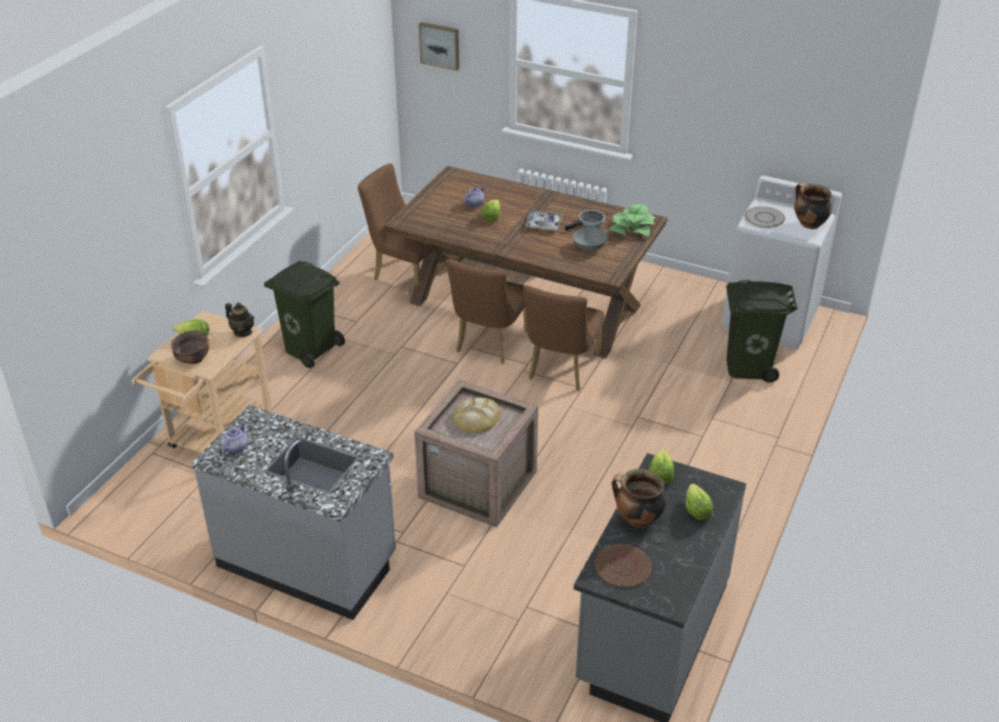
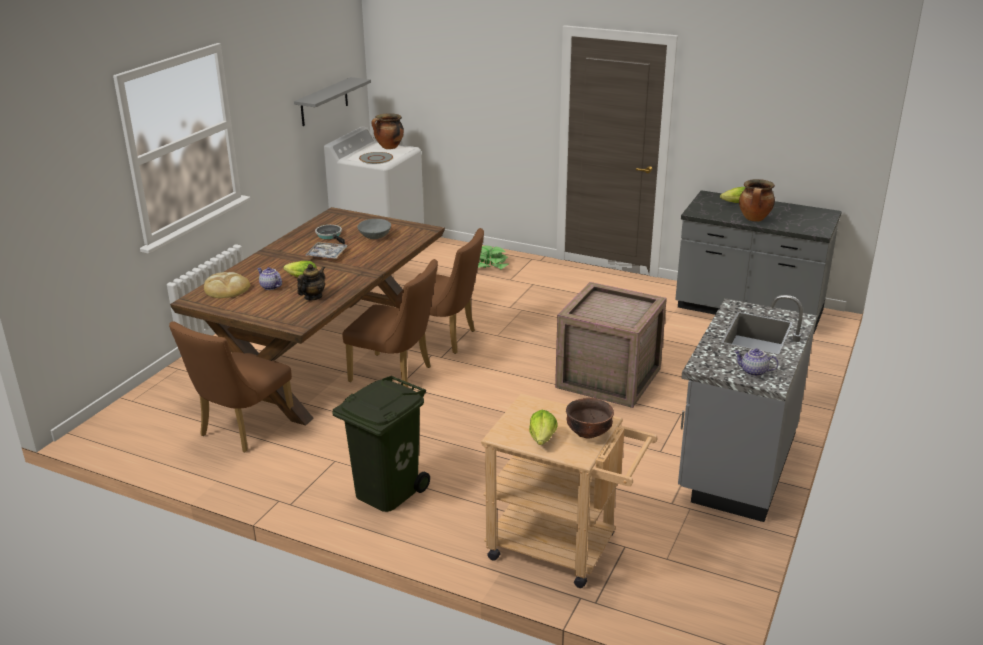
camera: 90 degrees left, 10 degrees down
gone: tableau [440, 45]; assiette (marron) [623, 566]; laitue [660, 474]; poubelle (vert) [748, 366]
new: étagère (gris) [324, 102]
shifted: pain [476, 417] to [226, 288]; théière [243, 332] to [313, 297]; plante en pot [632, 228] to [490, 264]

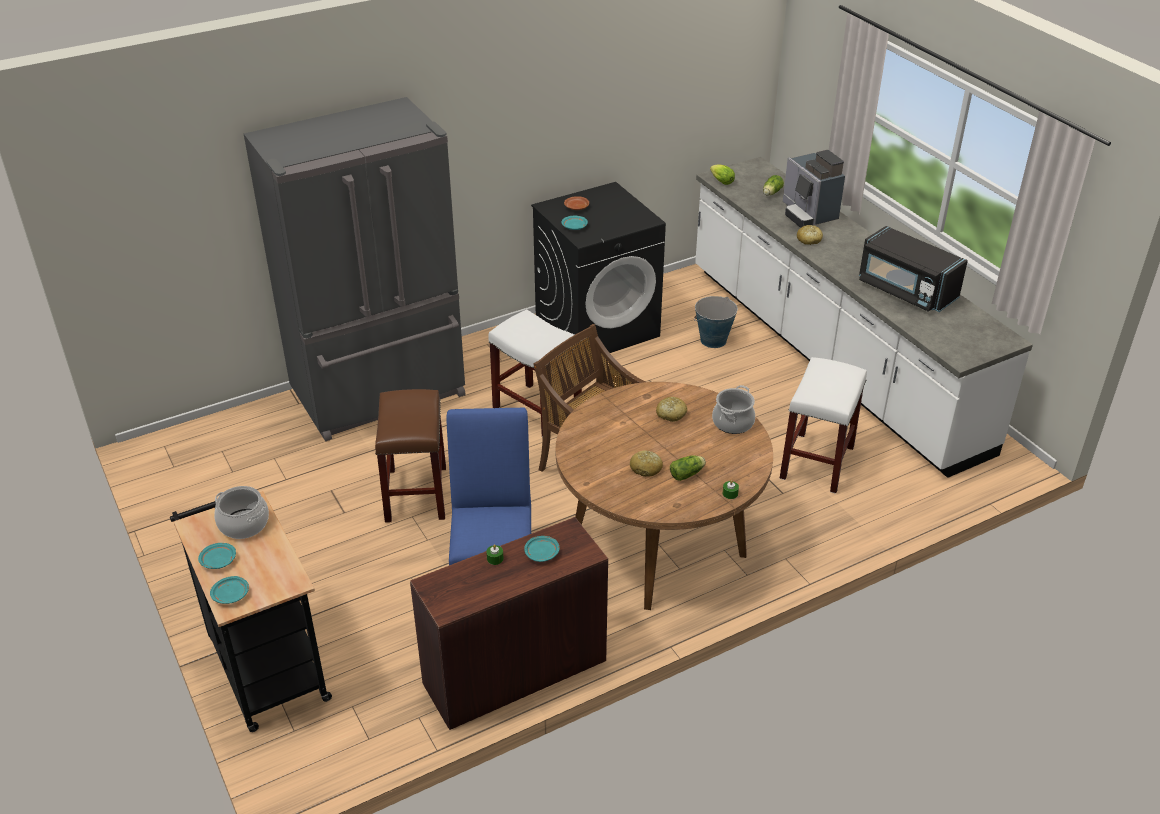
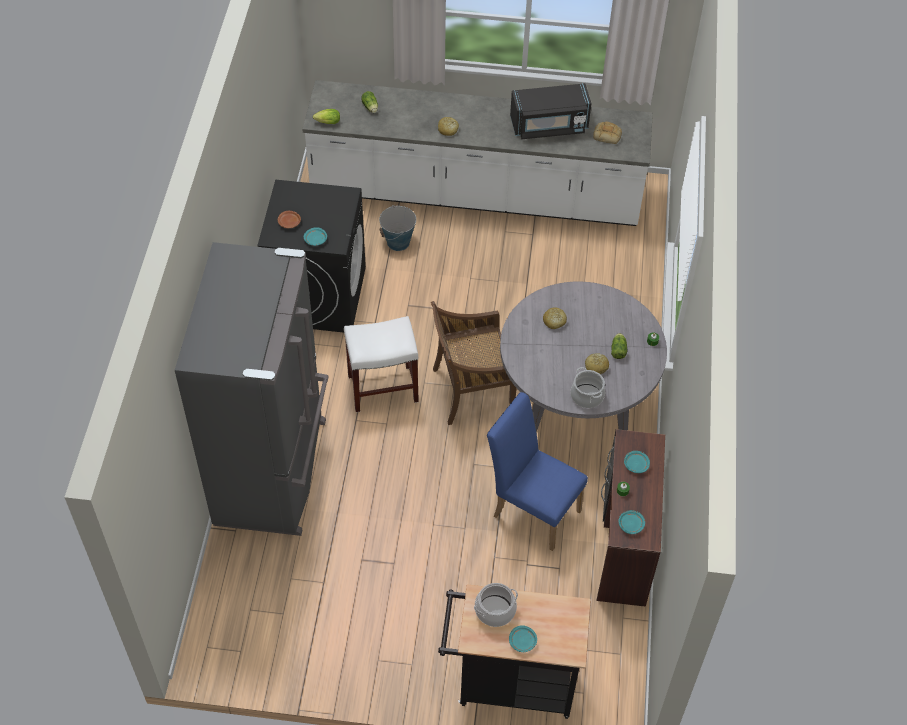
camera: 55 degrees left, 15 degrees up
gone: tabouret (marron) [415, 493]; tabouret (blanc) [817, 463]; machine à café [808, 214]
new: pain [607, 135]
shifted: marmite [733, 423] to [587, 396]; assiette (turquoise) [231, 595] to [631, 524]
repainted: table à manger (marron) [658, 544] to table à manger (gris) [574, 405]

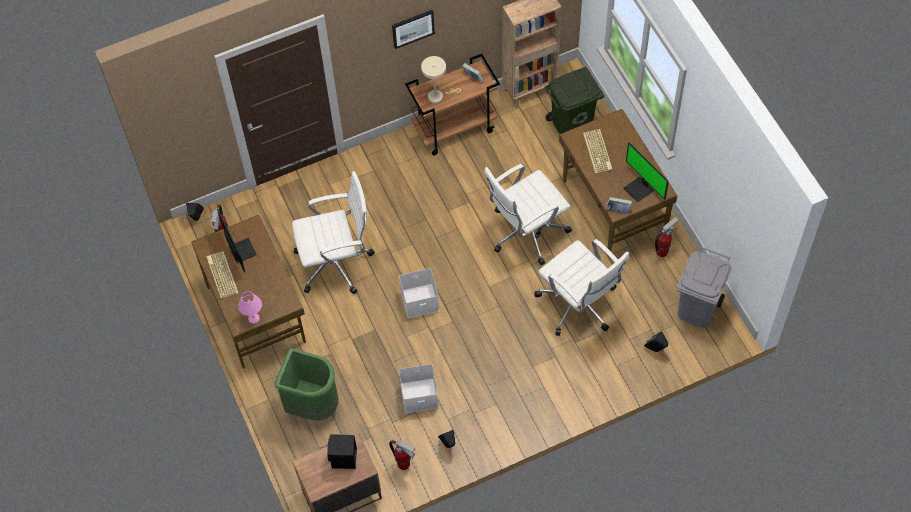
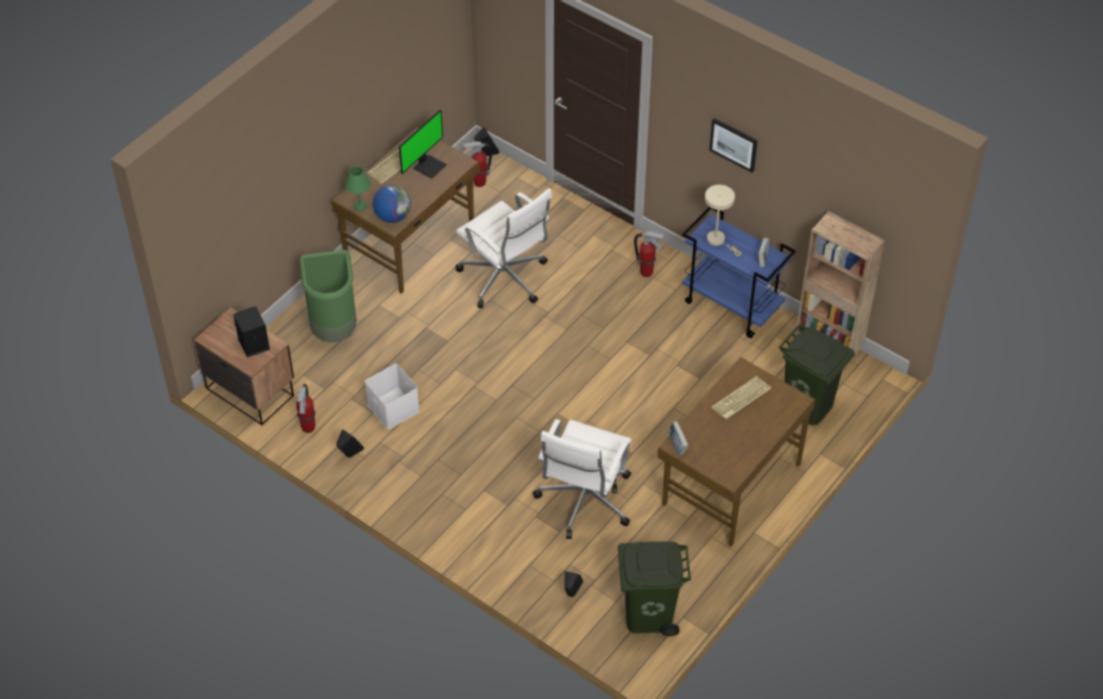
camera: 60 degrees right, 10 degrees down
gone: boîte de rangement (blanc) [419, 301]; chaise de bureau (blanc) [526, 232]; écran d'ordinateur [640, 189]
new: globe [393, 216]
shifted: extincteur [662, 252] to [647, 273]
repainted: lampe de table (rose) [254, 318] to lampe de table (vert) [360, 206]; poubelle (gris) [696, 309] to poubelle (vert) [648, 614]; chariot (marron) [454, 128] to chariot (bleu) [732, 305]

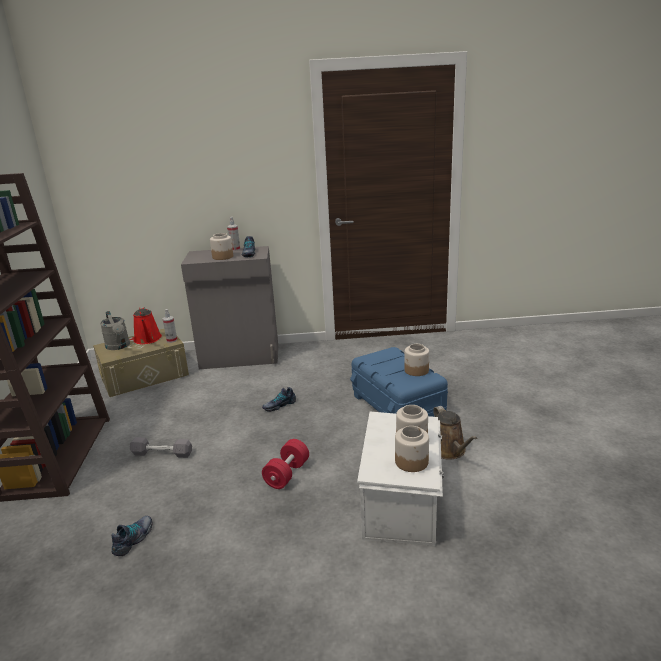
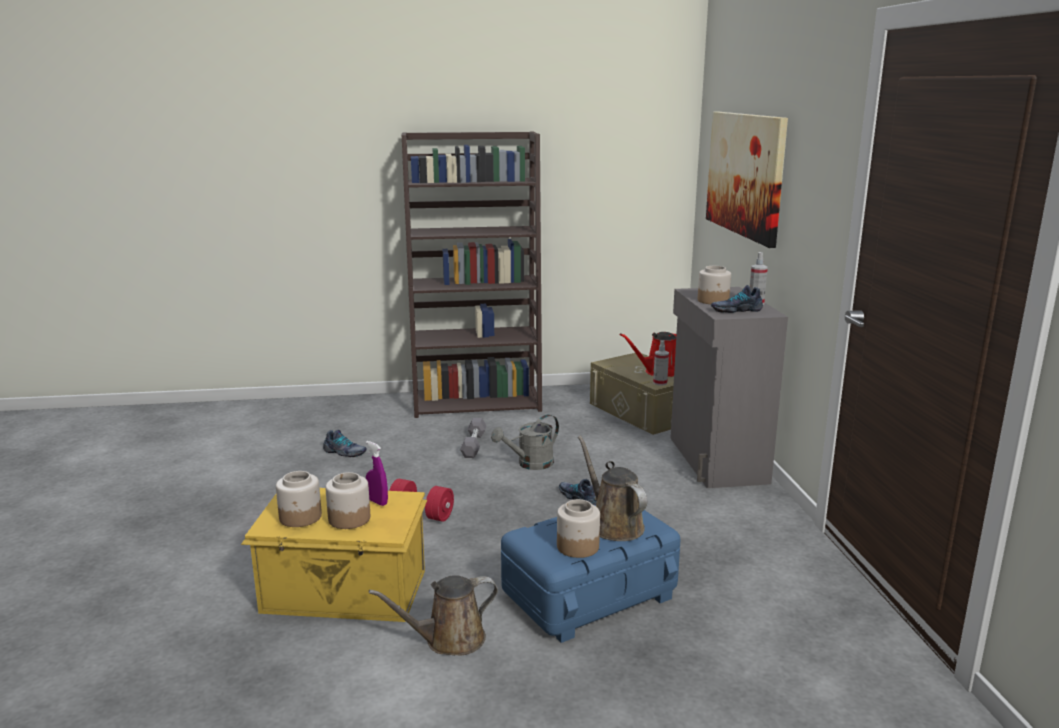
camera: 85 degrees right, 5 degrees down
new: vaporisateur (violet) [377, 502]; arrosoir (marron) [613, 524]; tableau [745, 174]
shifted: arrosoir (gris) [119, 346] to [530, 464]
repainted: boîte de rangement (blanc) [402, 501] to boîte de rangement (jaune) [345, 592]

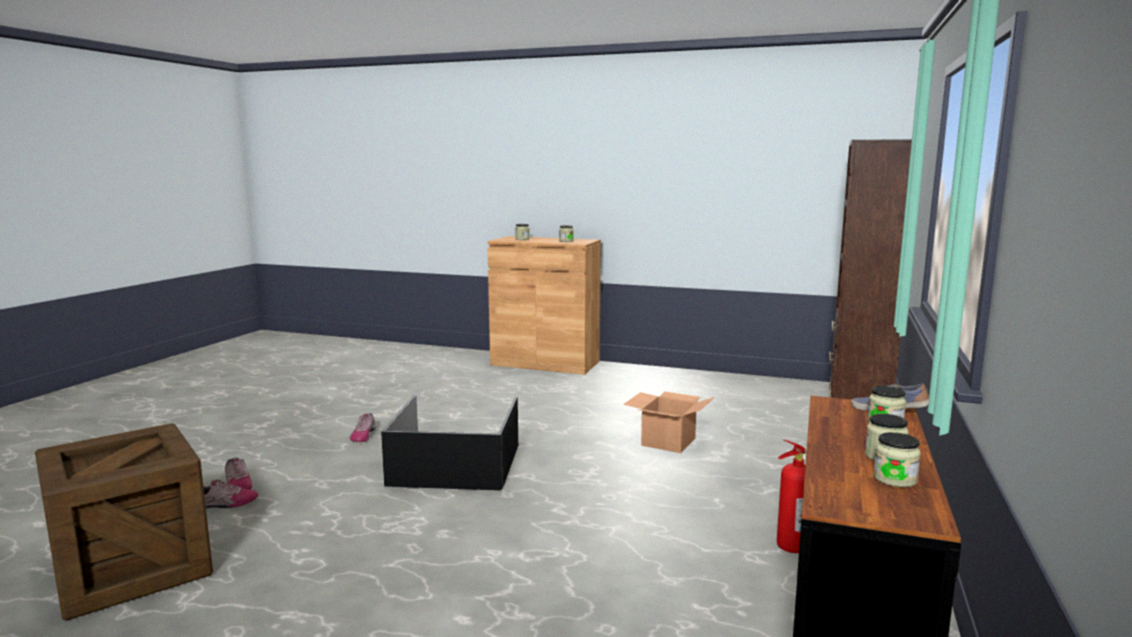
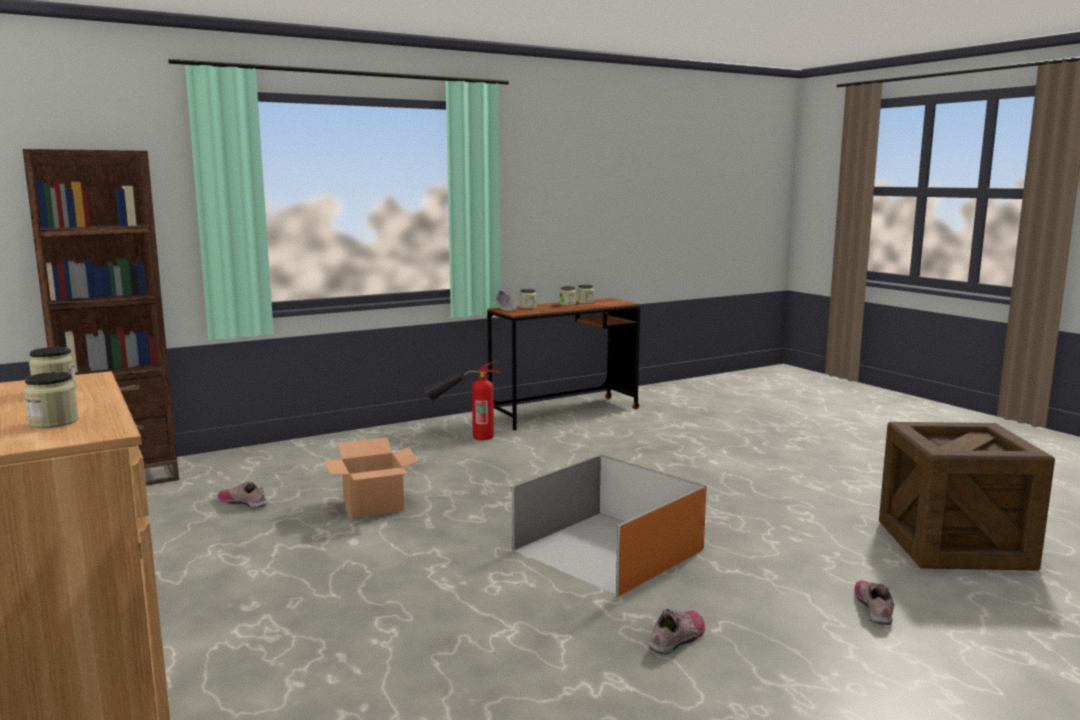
camera: 140 degrees left, 0 degrees up
shifted: chaussure [225, 504] to [243, 502]
repainted: boîte de rangement (noir) [457, 465] to boîte de rangement (orange) [606, 549]

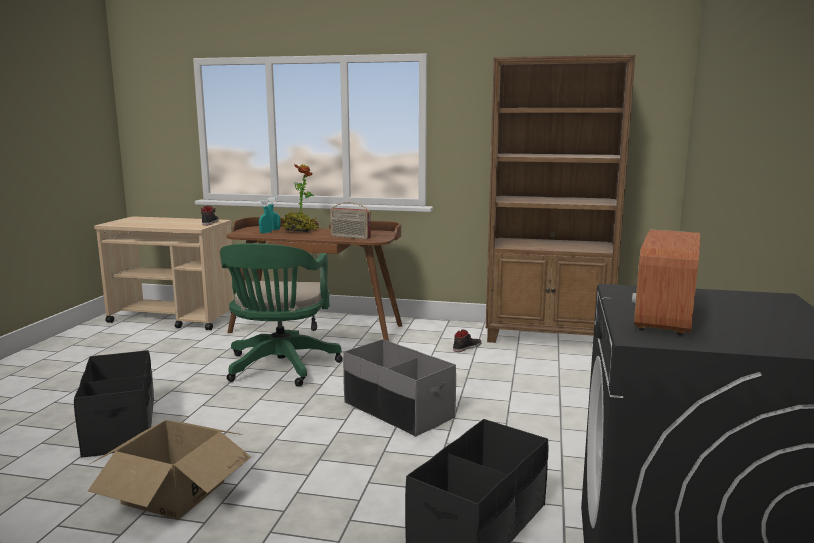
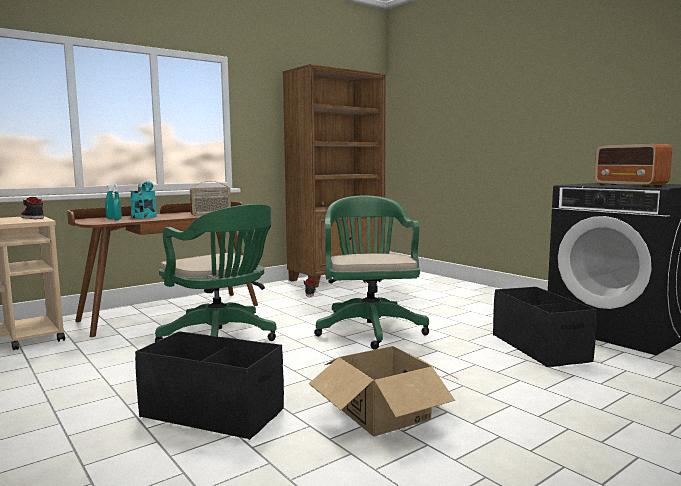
camera: 50 degrees left, 5 degrees down
swapped: plante en pot [299, 231] to arrosoir (turquoise) [144, 216]; boîte de rangement (gris) [397, 410] to chaise de bureau (vert) [369, 328]

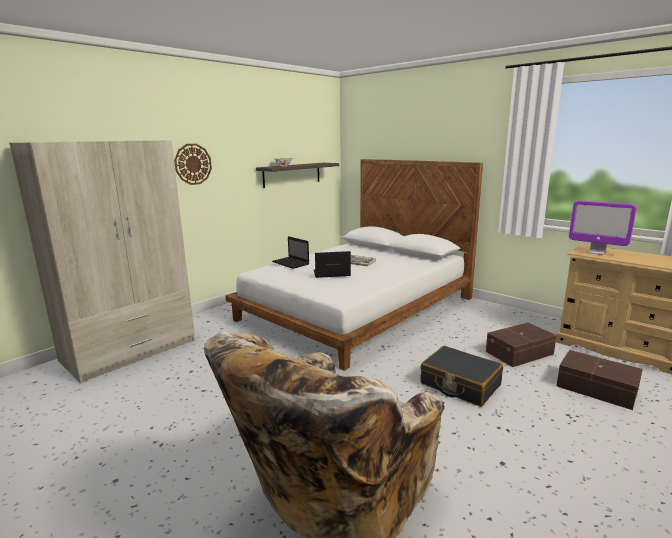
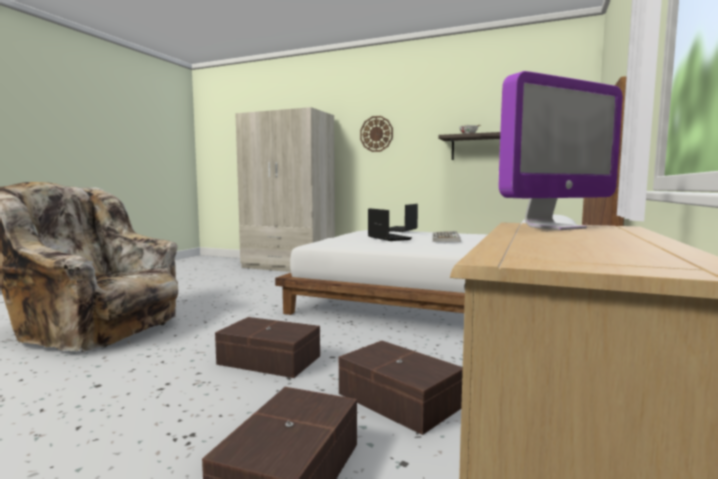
camera: 70 degrees right, 10 degrees down
swapped: valise (noir) [460, 384] to boîte de rangement (marron) [269, 361]
rotated: écran d'ordinateur [596, 252] = [554, 227] 135 degrees counterclockwise

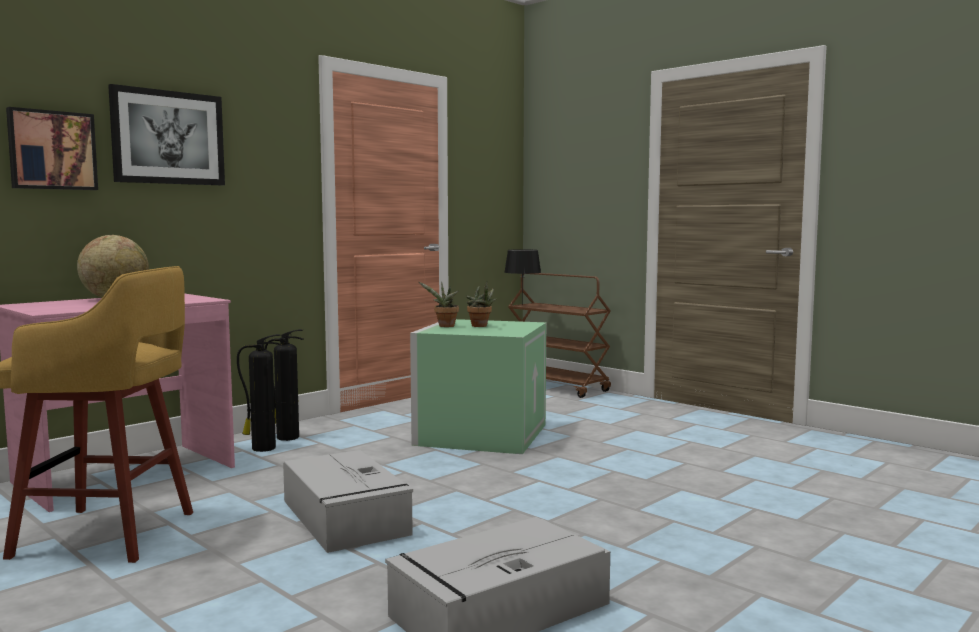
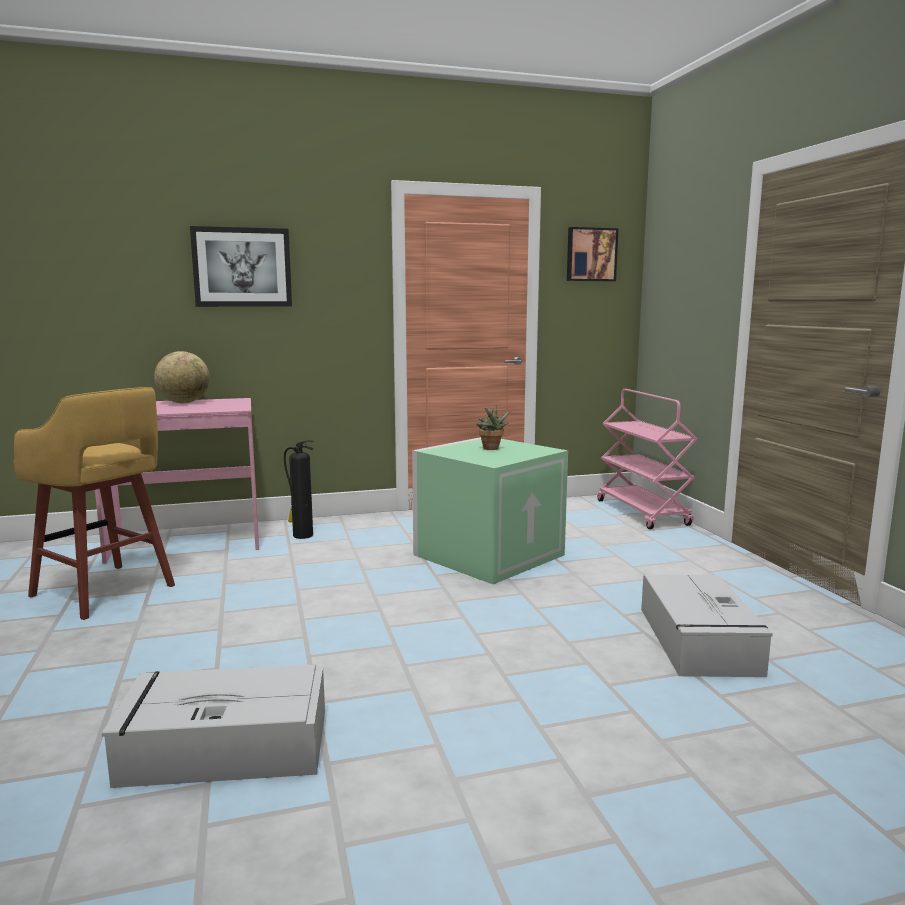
camera: 30 degrees right, 5 degrees up
gone: extincteur [286, 437]; plante en pot [444, 326]; lampe de table (noir) [522, 305]
shifted: tableau [52, 150] to [591, 254]; boîte de rangement (gris) [345, 518] to [698, 641]
repainted: chariot (marron) [557, 387] to chariot (rose) [643, 513]

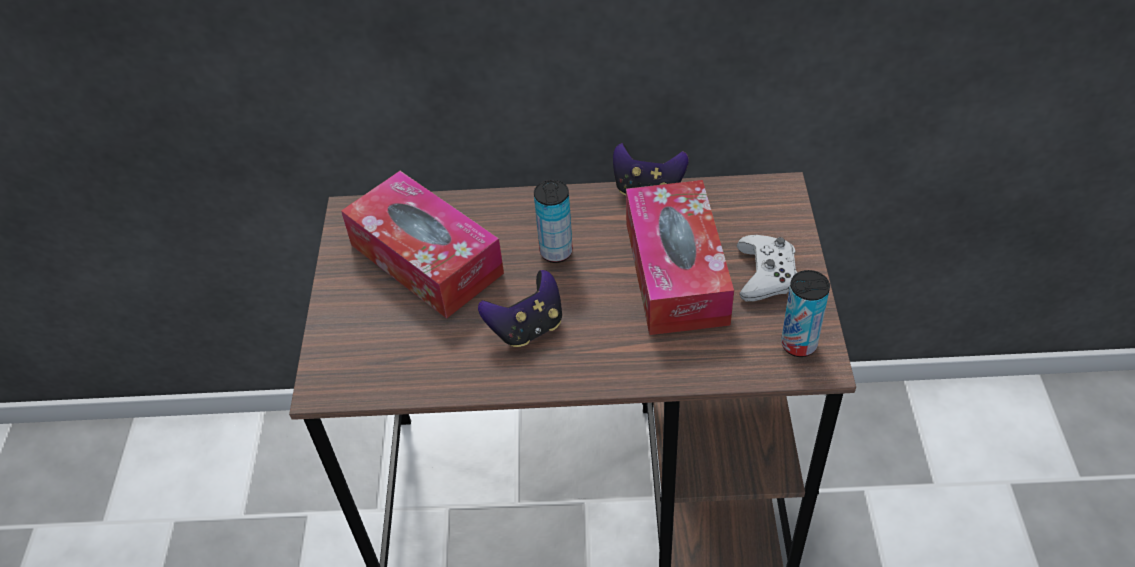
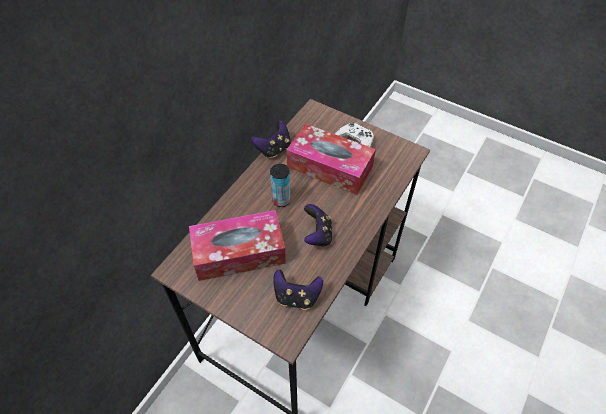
camera: 60 degrees left, 5 degrees up
gone: boîte métallique [798, 344]
new: manette [296, 297]

